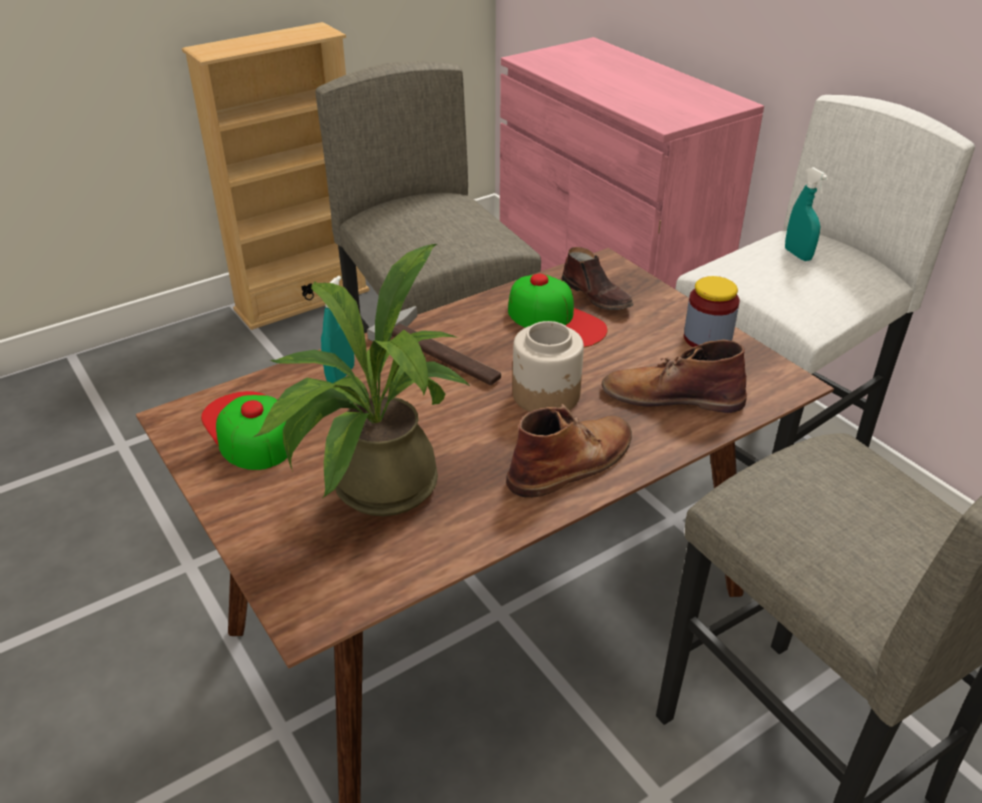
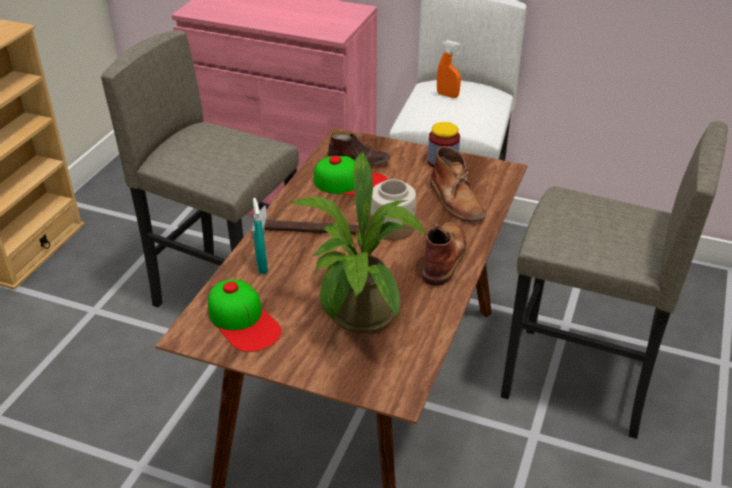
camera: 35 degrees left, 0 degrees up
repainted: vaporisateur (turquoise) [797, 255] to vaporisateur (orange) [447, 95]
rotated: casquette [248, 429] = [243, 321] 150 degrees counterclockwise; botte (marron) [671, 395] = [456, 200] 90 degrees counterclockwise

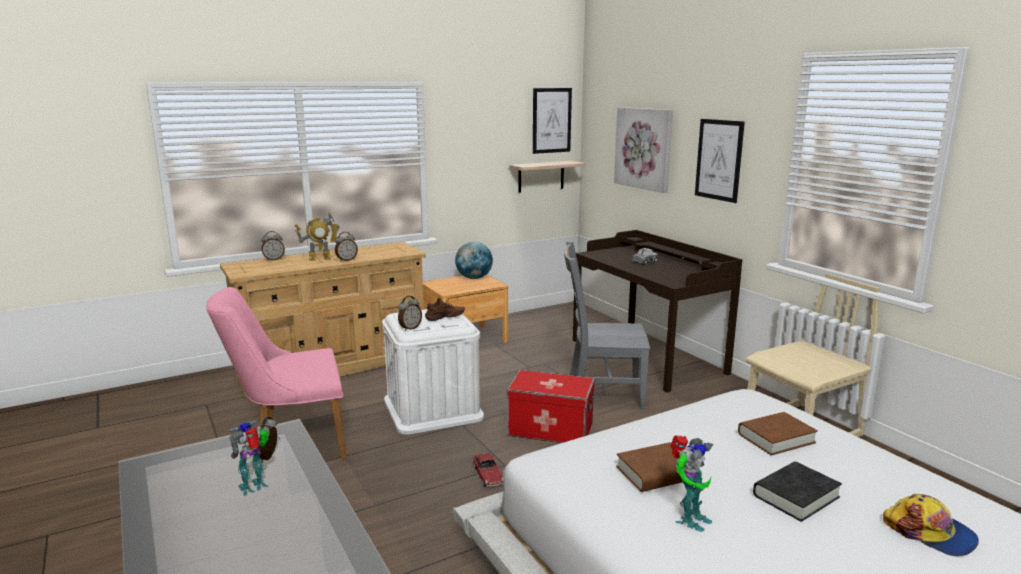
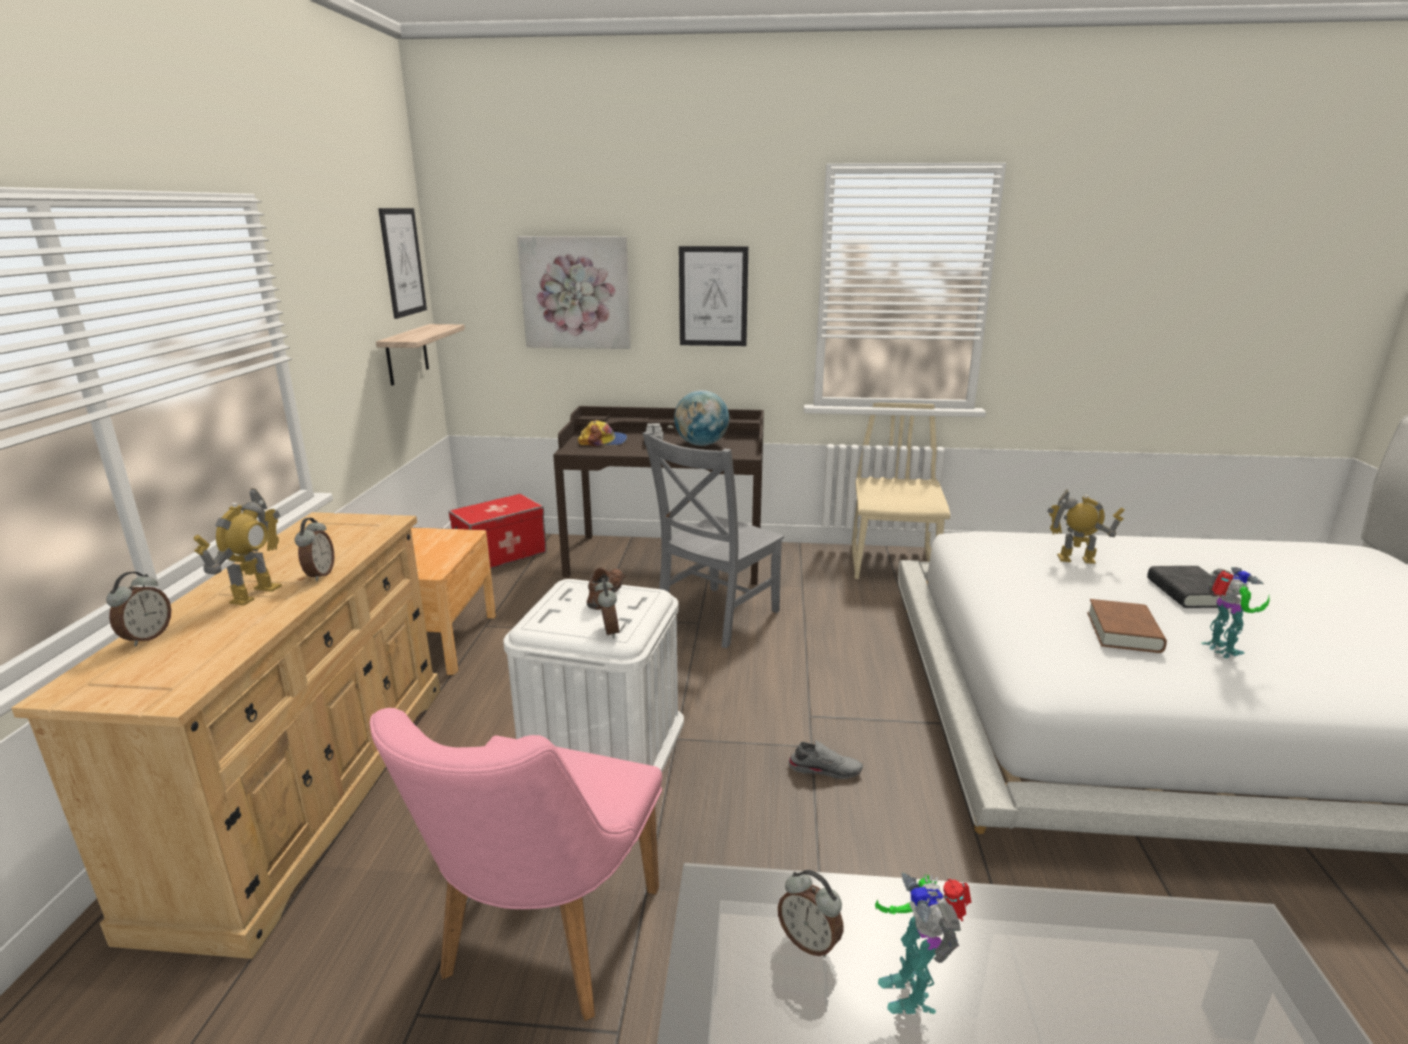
camera: 55 degrees left, 5 degrees up
shifted: boîte de rangement [551, 429] to [501, 554]; casquette [930, 532] to [603, 441]; globe [474, 278] to [701, 444]
swapped: petite voiture [488, 475] to chaussure (gris) [825, 769]; livre (marron) [776, 438] to robot jouet [1076, 559]

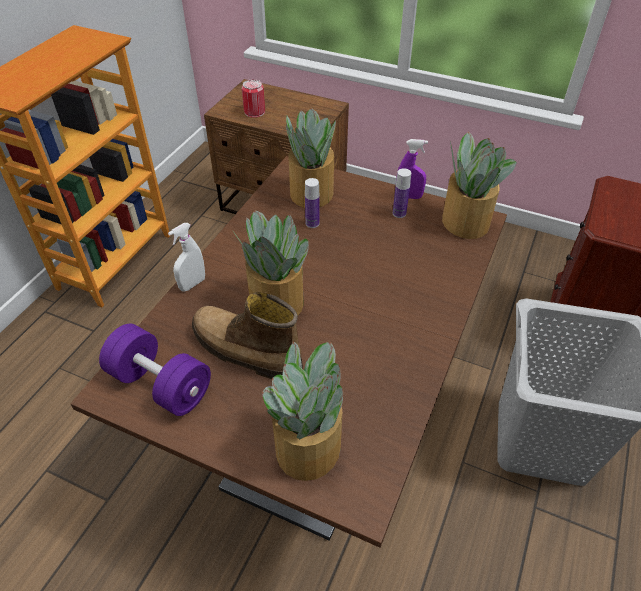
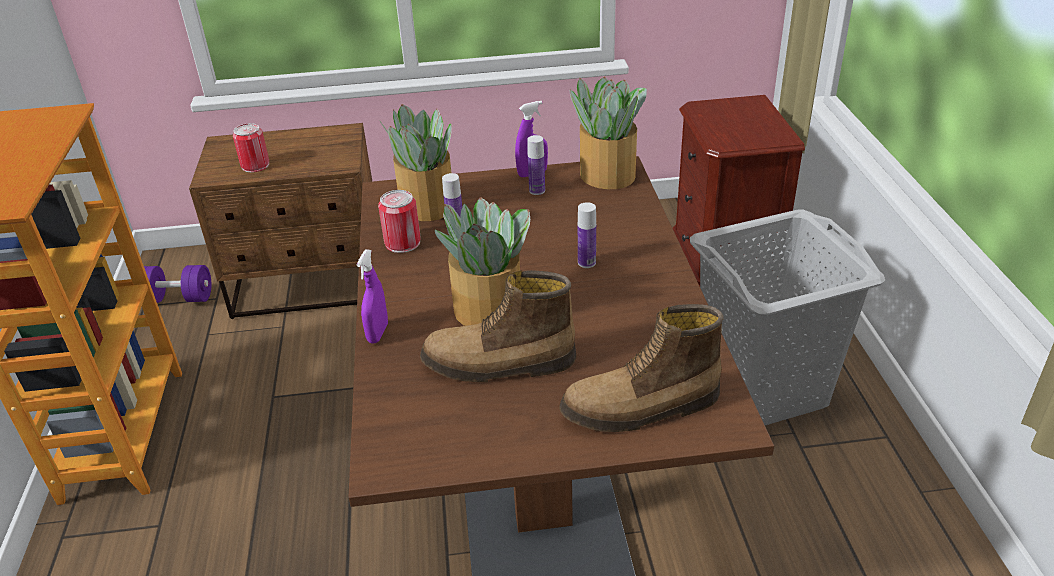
camera: 30 degrees left, 10 degrees down
new: boîte métallique [402, 242]; bouteille [586, 263]
shifted: haltère (violet) [160, 384] to [178, 298]
swapped: plante en pot [309, 446] to botte [641, 408]
repainted: vaporisateur (blanc) [192, 284] to vaporisateur (violet) [378, 333]

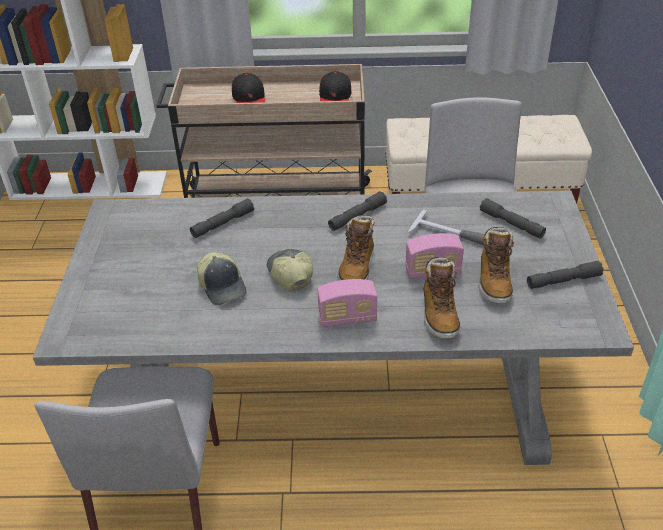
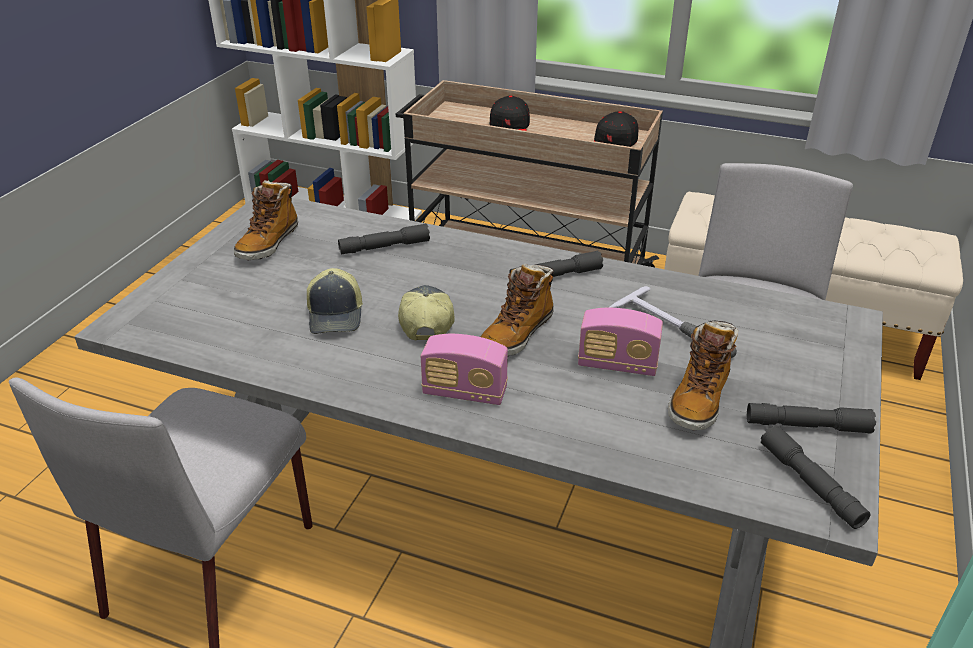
camera: 20 degrees right, 5 degrees down
shifted: botte [439, 313] to [268, 243]; lampe de poche (gris) [511, 224] to [810, 484]

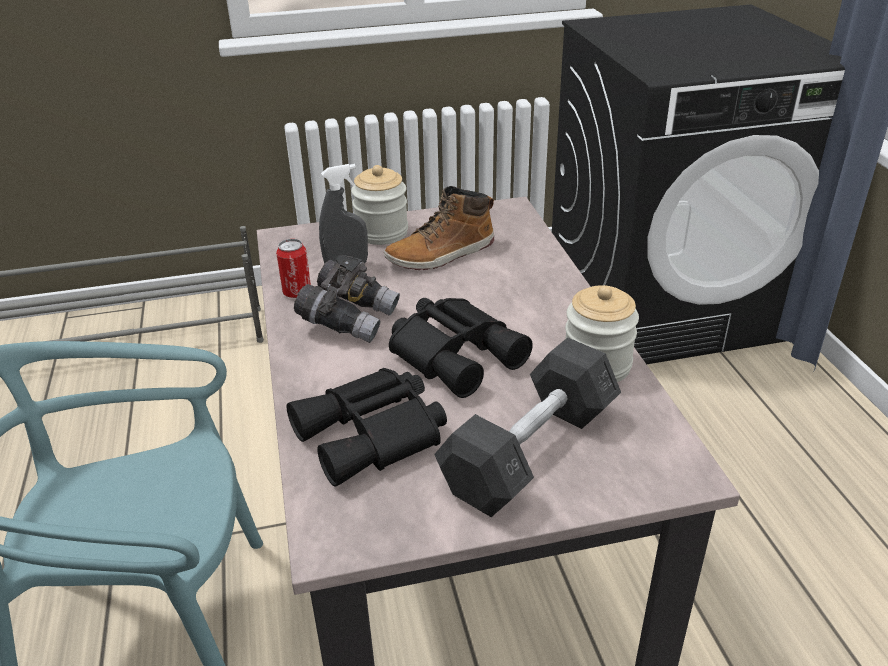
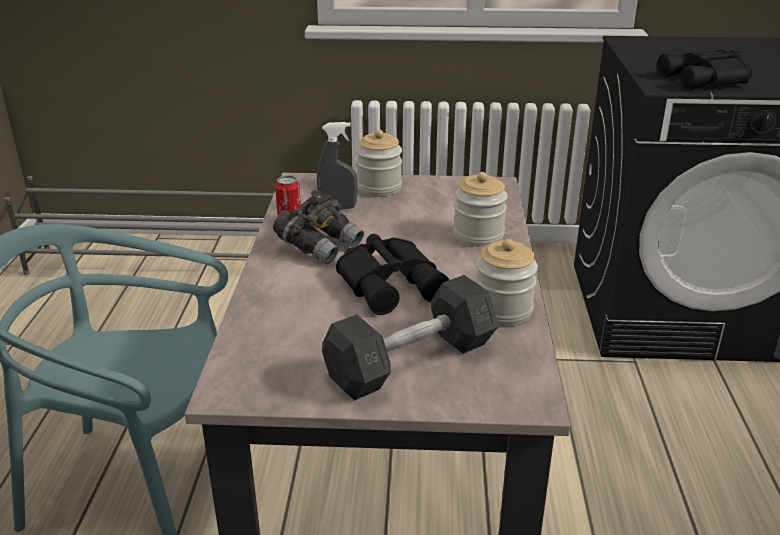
camera: 15 degrees right, 5 degrees down
gone: botte [441, 254]
new: bocal [478, 236]
shifted: jumelles (noir) [374, 435] to [706, 80]

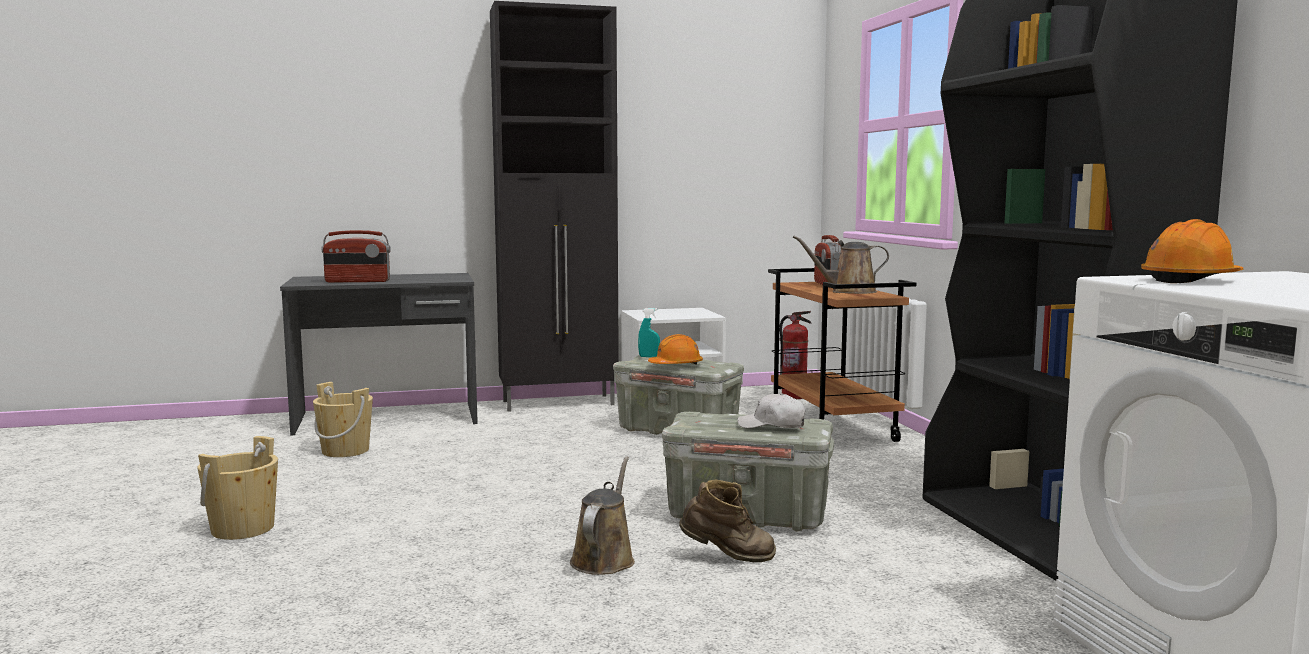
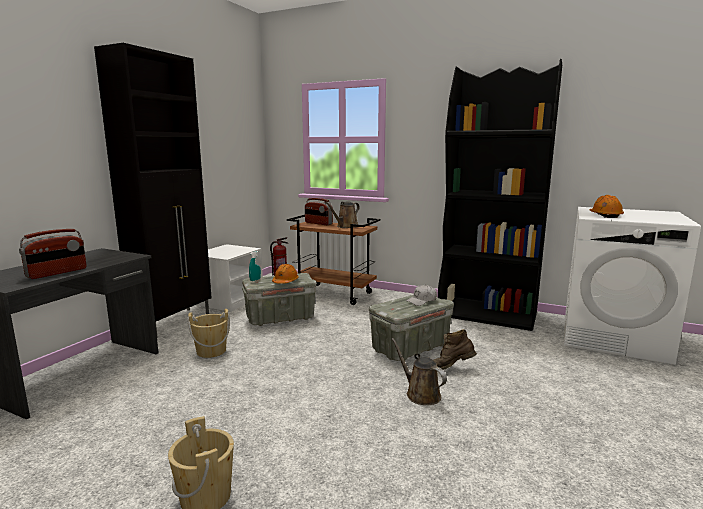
camera: 50 degrees left, 5 degrees up
shifted: seau (beige) [345, 451] to [211, 351]
rotated: botte (marron) [728, 558] = [451, 369] 135 degrees counterclockwise

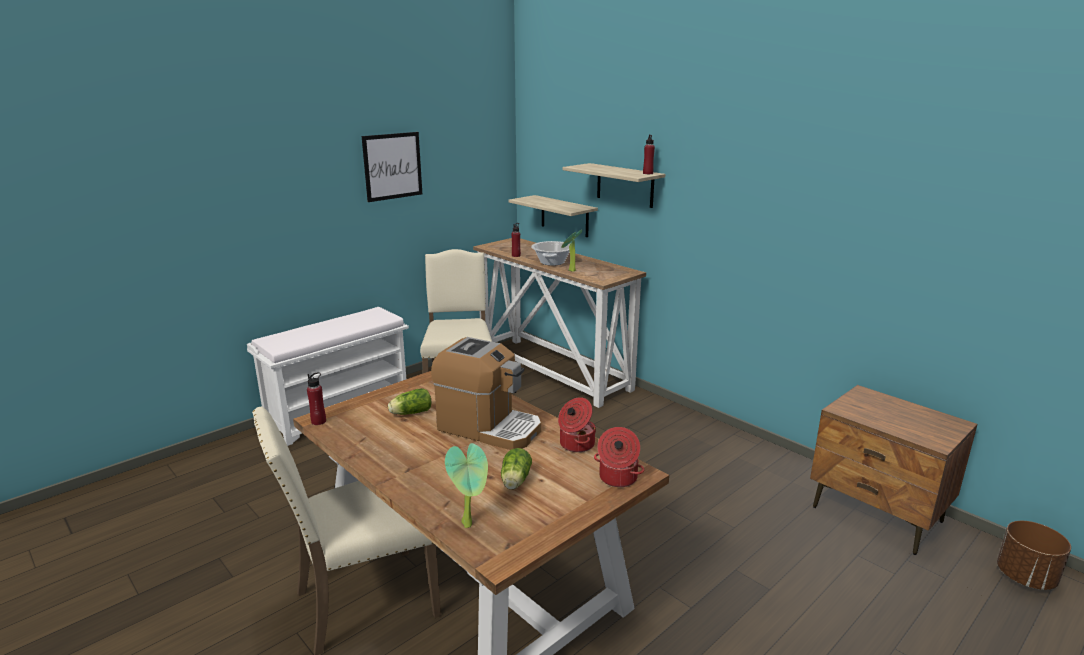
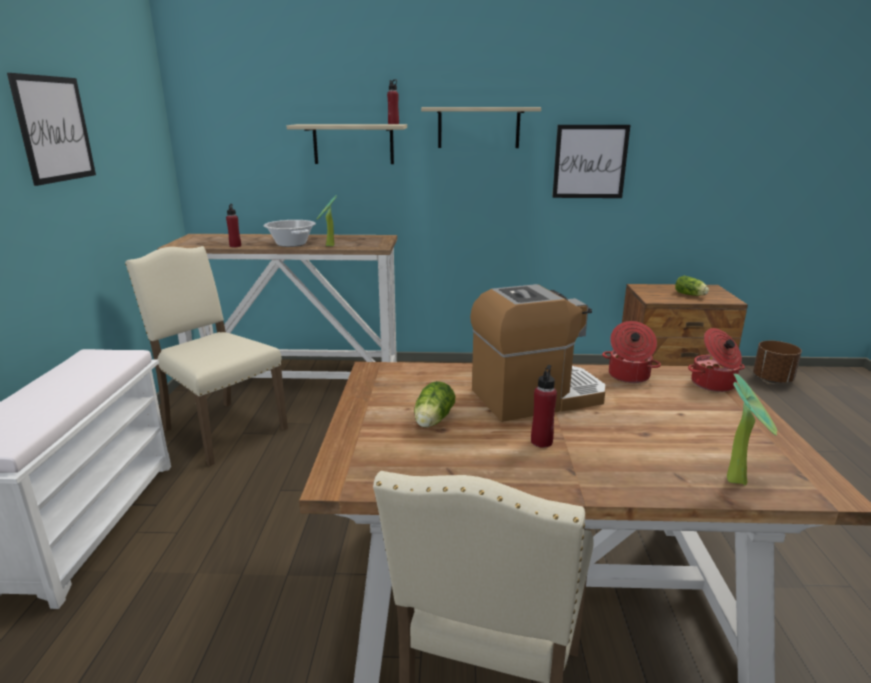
camera: 45 degrees left, 0 degrees up
new: tableau [590, 162]
shifted: étagère [564, 216] to [478, 127]; bouteille (rouge) [318, 421] to [541, 441]; laitue [515, 482] to [691, 295]

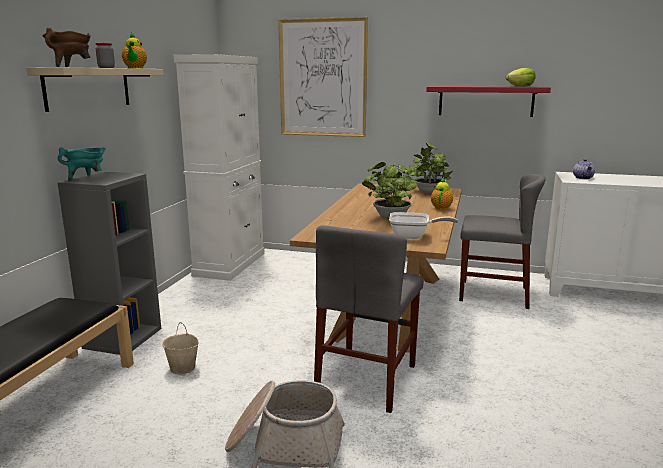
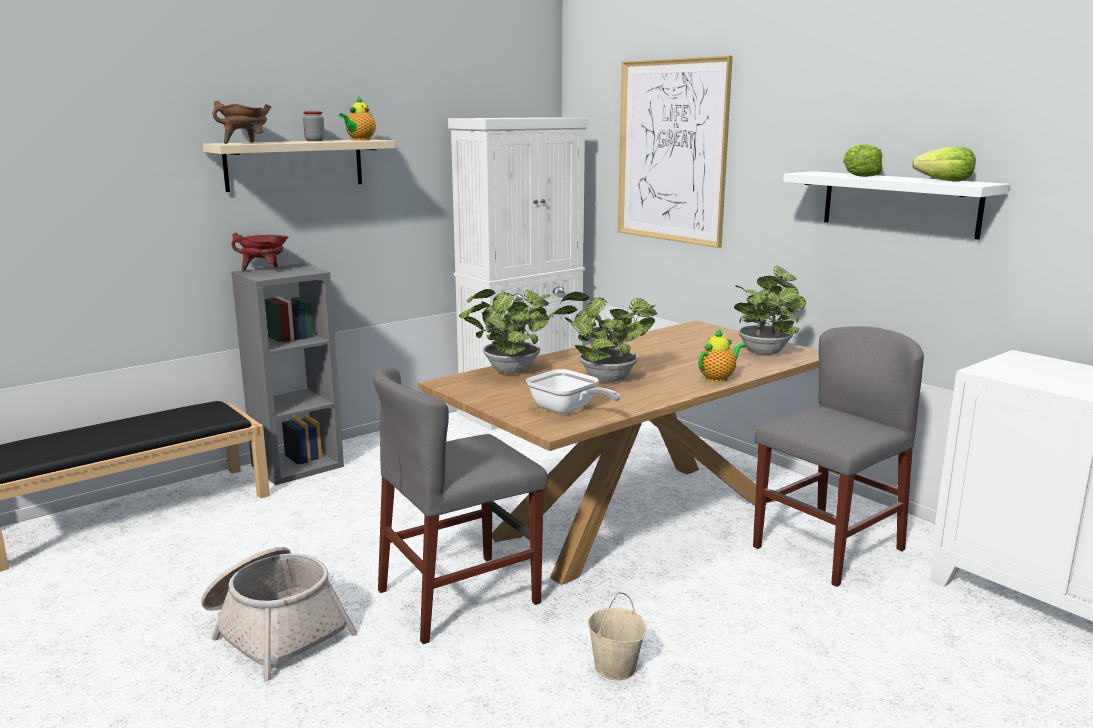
camera: 35 degrees right, 0 degrees up
gone: théière [583, 178]
new: plante en pot [508, 371]; laitue [859, 176]
shifted: seau (beige) [183, 368] to [616, 668]
repainted: marmite (turquoise) [86, 178] to marmite (rouge) [264, 270]; étagère (rouge) [485, 101] to étagère (blanc) [899, 203]
rotated: chaise (gris) [493, 294] = [828, 548] 90 degrees counterclockwise

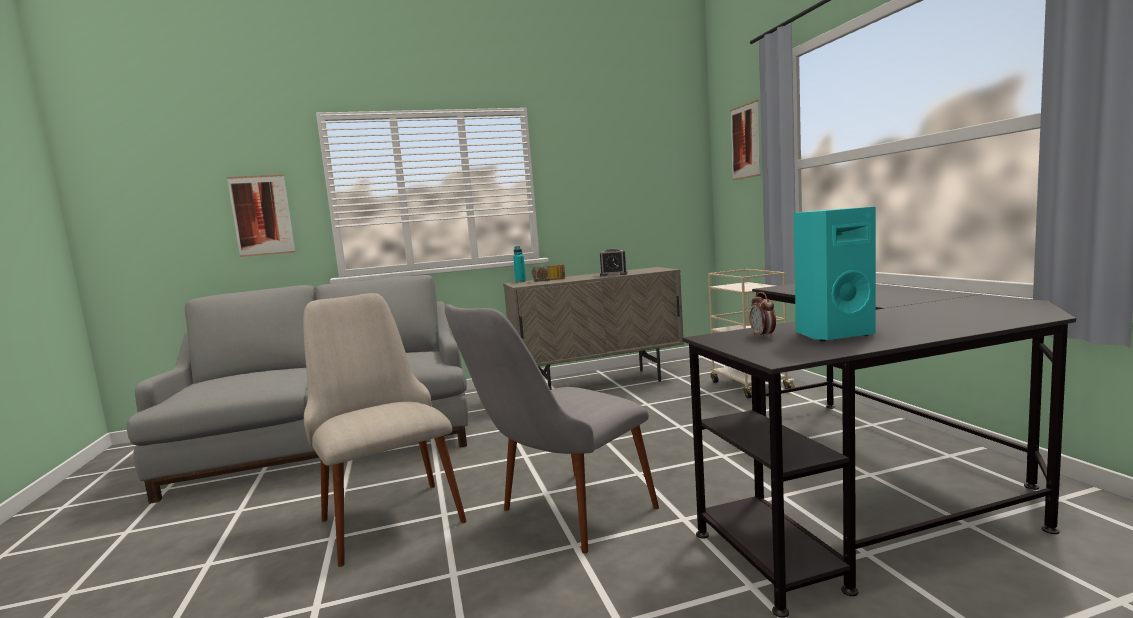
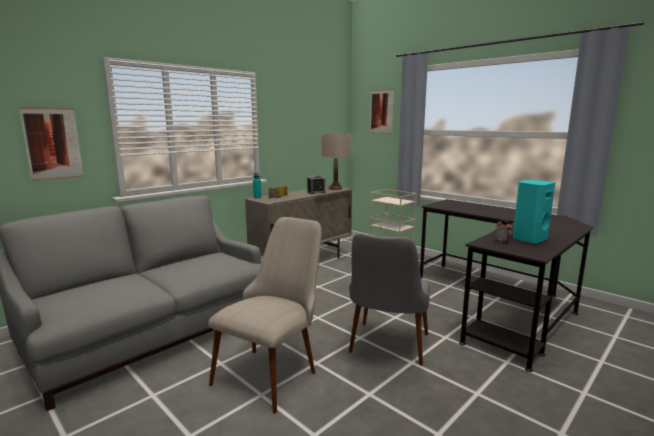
camera: 30 degrees left, 5 degrees up
new: lampe de table (beige) [335, 188]
rotated: chaise (beige) [386, 510] = [274, 369] 90 degrees clockwise

